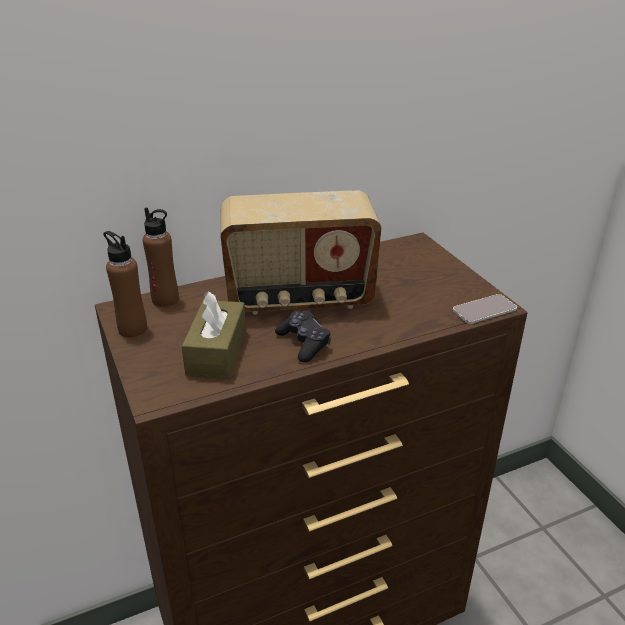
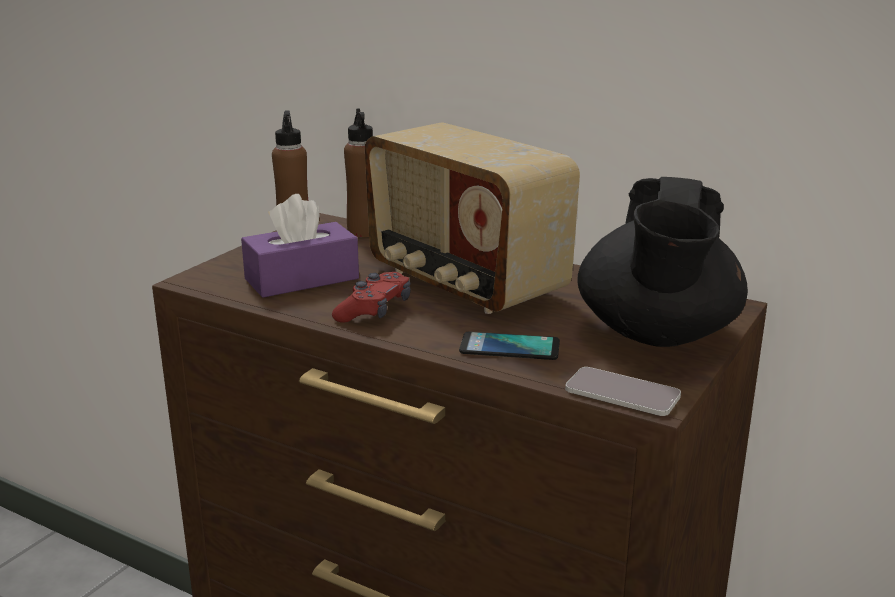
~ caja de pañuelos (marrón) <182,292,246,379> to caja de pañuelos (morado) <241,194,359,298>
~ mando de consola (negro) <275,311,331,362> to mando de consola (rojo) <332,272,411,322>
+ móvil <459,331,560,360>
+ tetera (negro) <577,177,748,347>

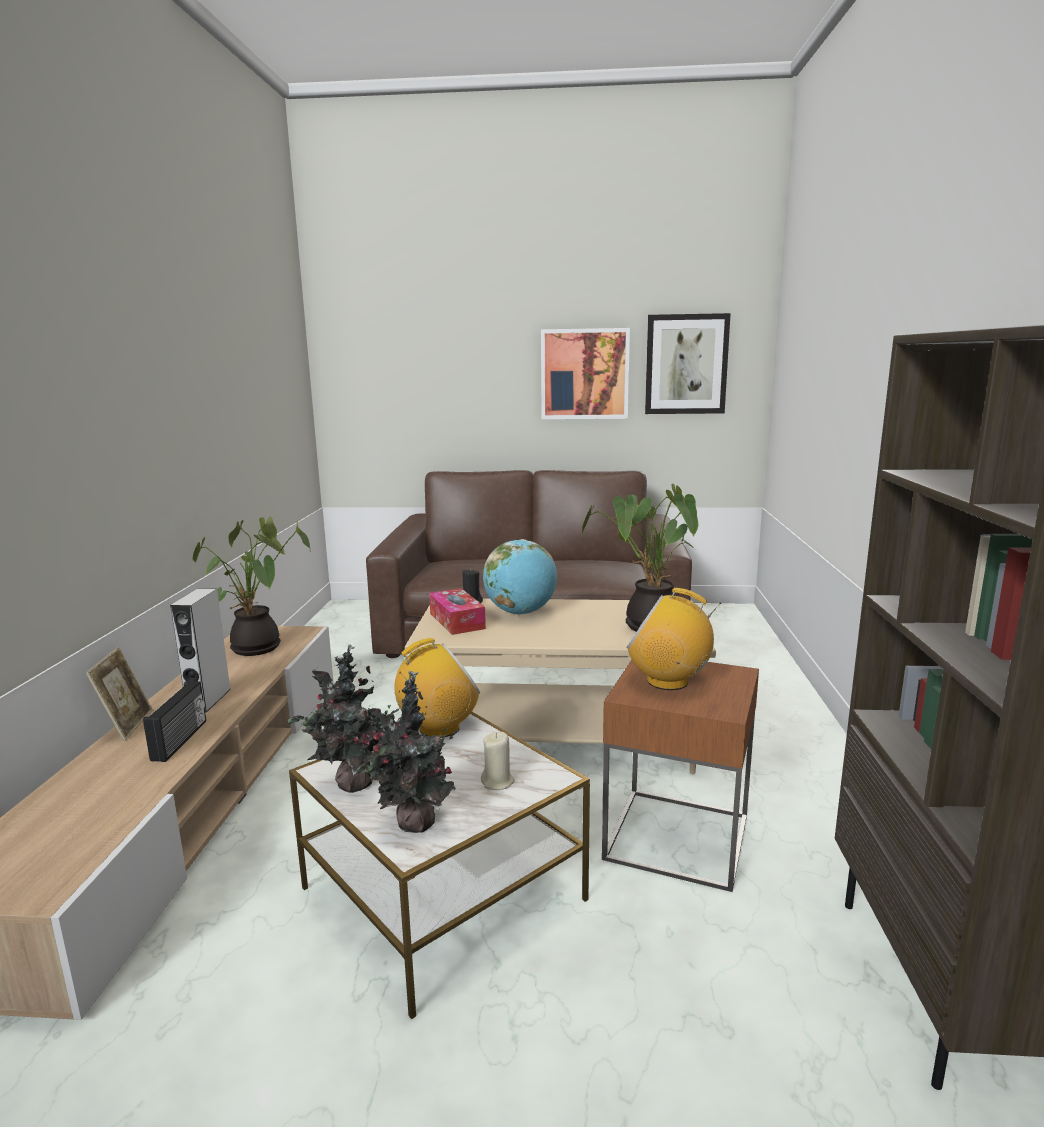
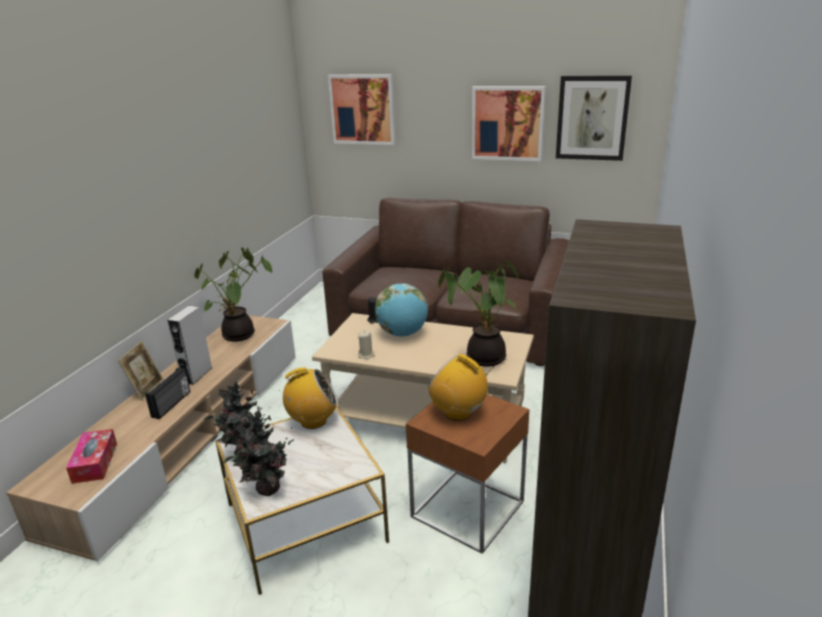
~ caja de pañuelos <429,588,486,635> to <66,429,117,484>
+ cuadro <328,74,396,145>
~ vela (beis) <481,732,515,790> to <358,330,375,359>

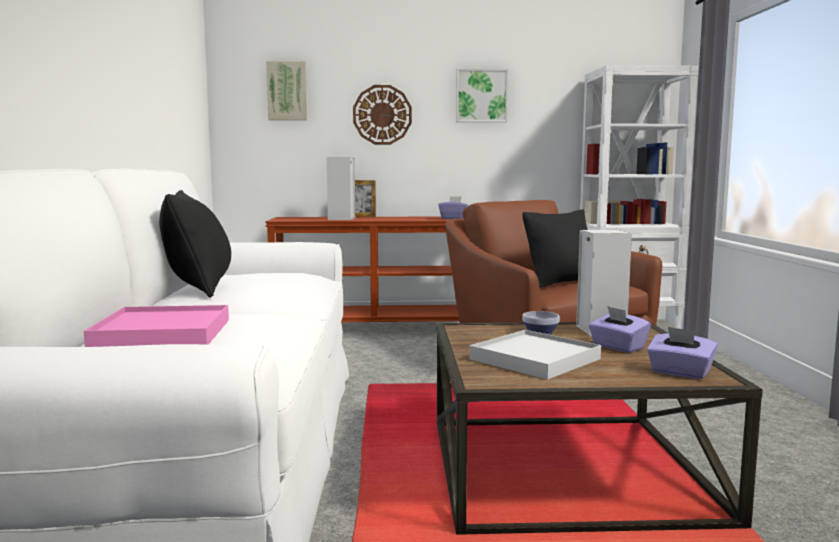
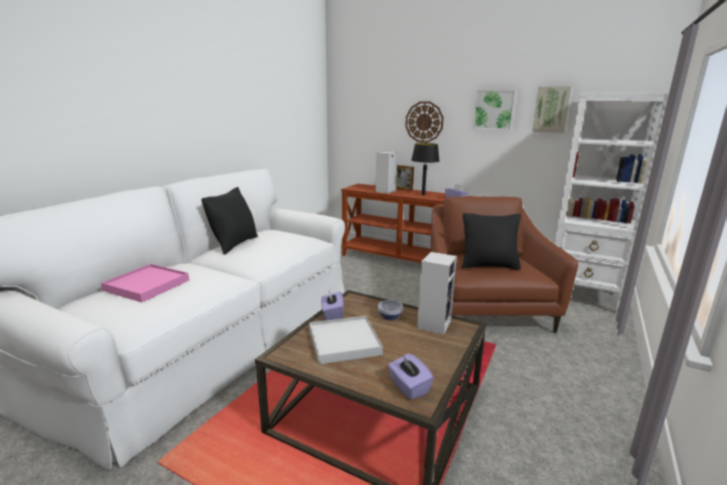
~ caja de pañuelos (morado) <589,306,651,353> to <321,290,344,320>
+ lámpara de mesa (negro) <411,143,440,195>
~ cuadro <266,61,307,120> to <532,86,572,133>

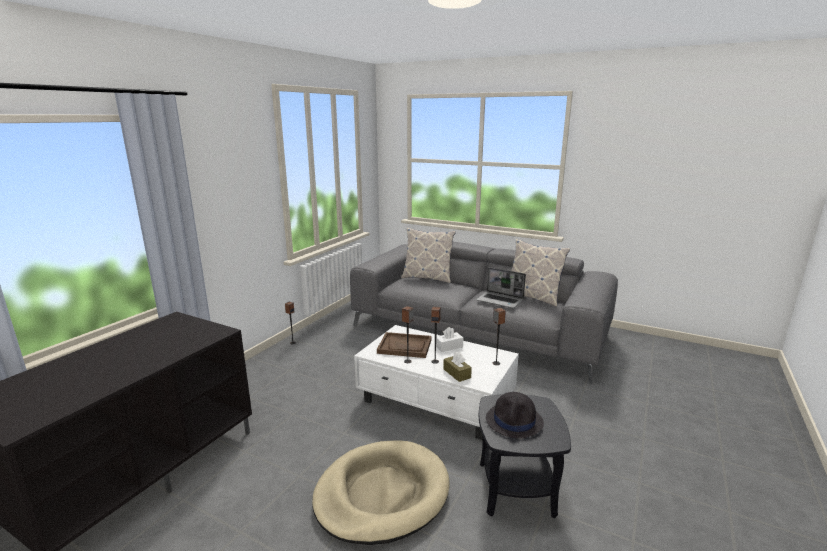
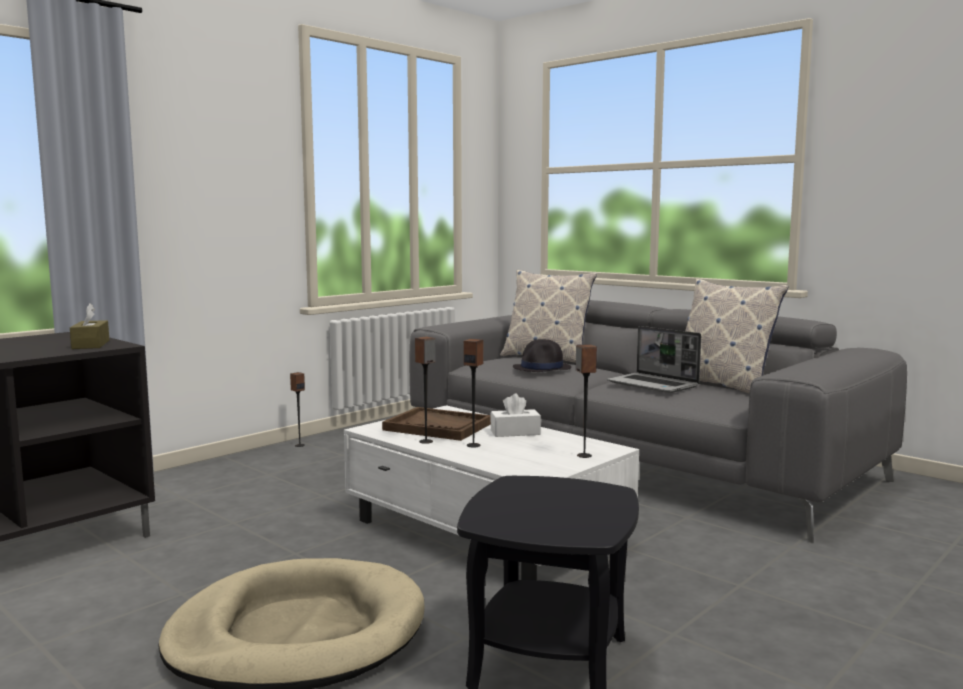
~ caja de pañuelos (marrón) <443,352,472,382> to <70,303,109,349>
~ sombrero (negro) <486,392,544,438> to <513,339,571,372>

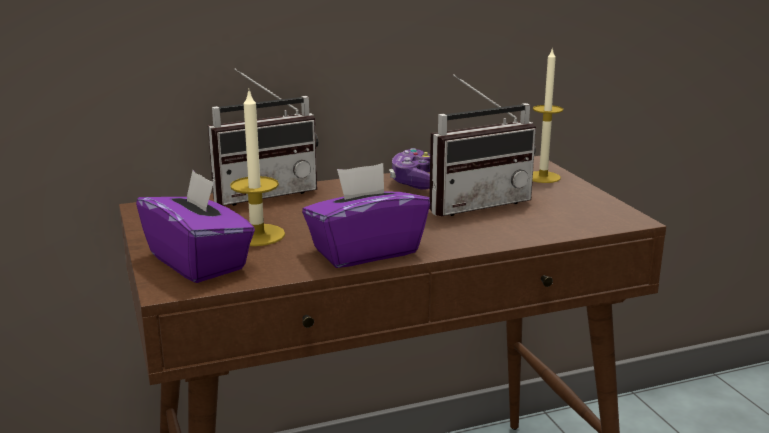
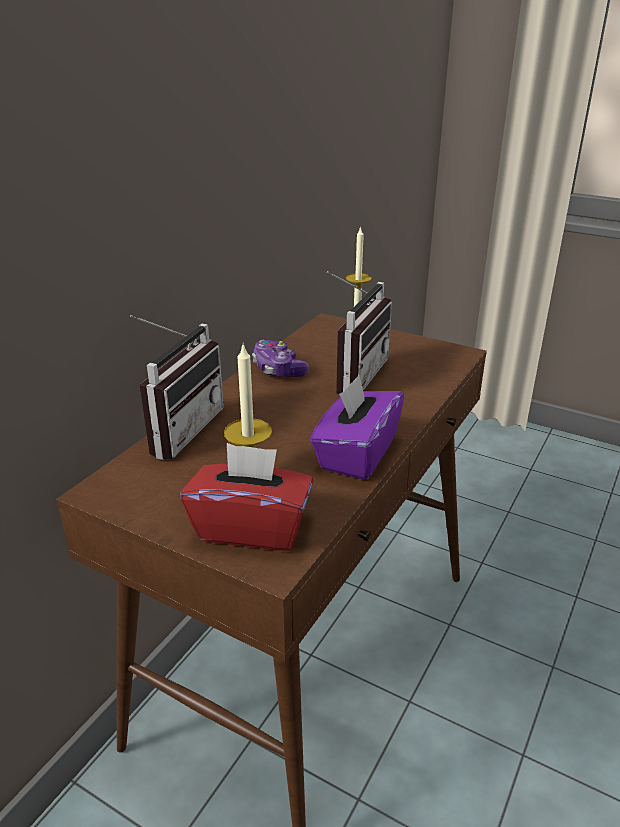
~ caja de pañuelos (morado) <136,170,255,283> to caja de pañuelos (rojo) <180,443,314,551>

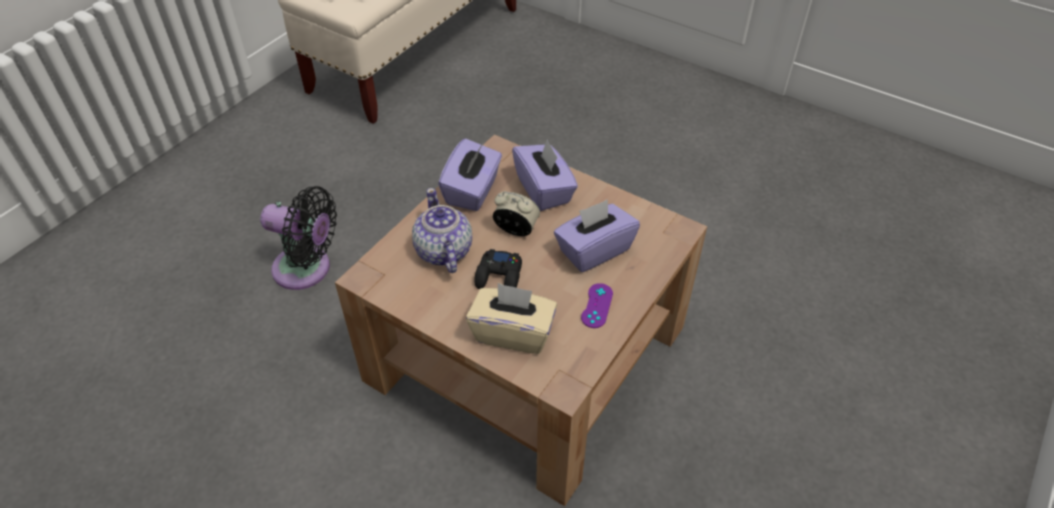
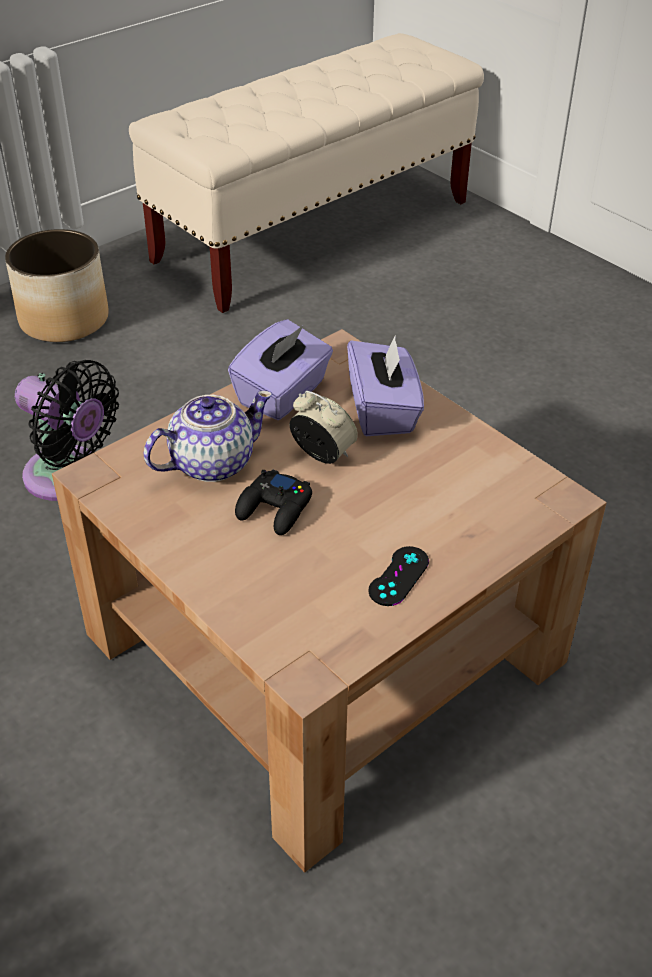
+ maceta <5,229,108,342>
~ tetera <412,188,472,273> = <144,390,272,482> 60 degrees clockwise
~ mando de consola (morado) <581,283,613,328> to mando de consola (negro) <369,546,429,606>
- caja de pañuelos (beis) <466,283,557,354>
- caja de pañuelos (morado) <554,199,640,272>

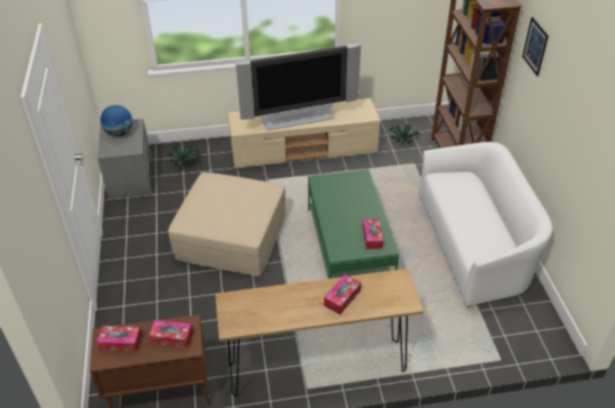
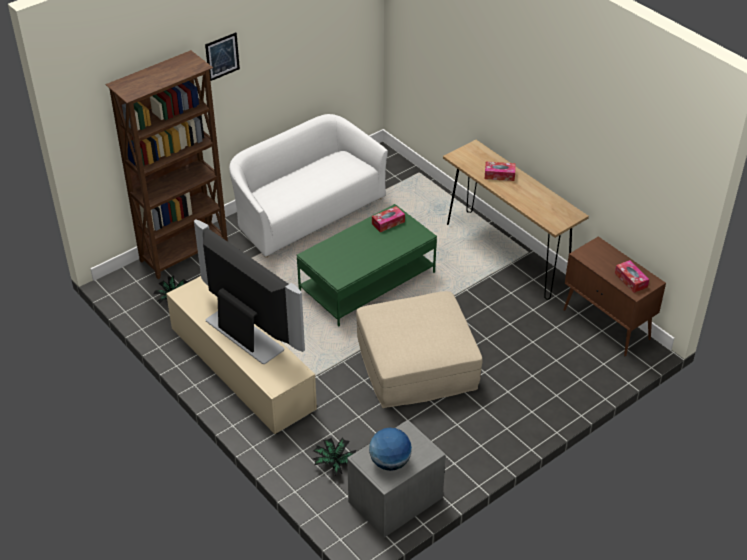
- caja de pañuelos <149,320,193,348>

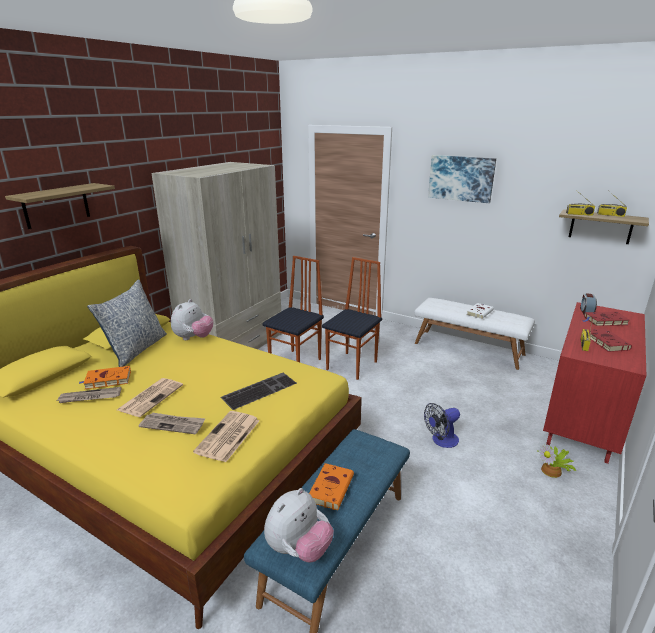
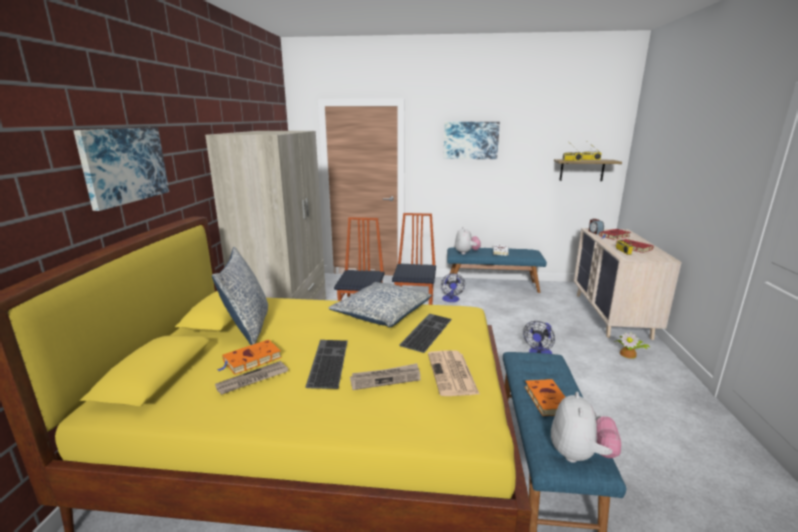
~ estante <5,183,115,229> to cuadro <73,127,169,211>
~ periódico <117,378,183,417> to teclado <305,340,348,389>
+ cojín <328,282,432,328>
+ ventilador <441,273,465,302>
~ banco (blanco) <414,298,535,370> to banco (azul) <447,247,547,293>
~ peluche <171,299,214,340> to <455,227,481,254>
~ cómoda (rojo) <543,302,646,463> to cómoda (beis) <573,228,682,340>

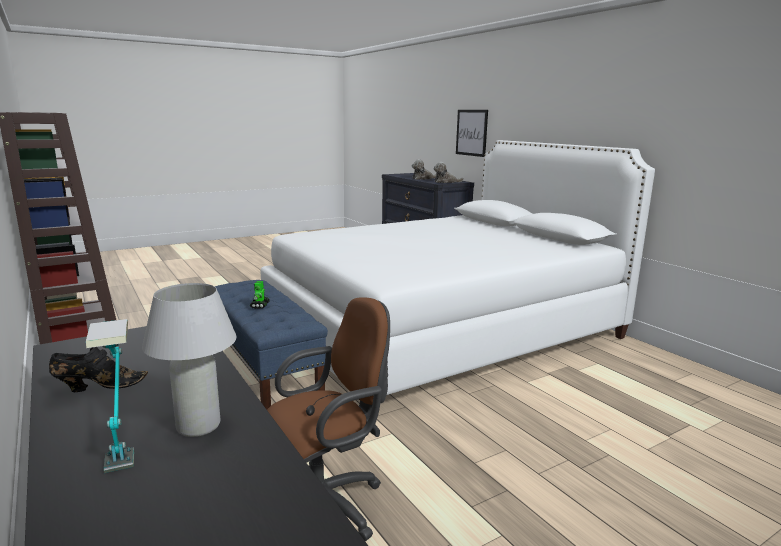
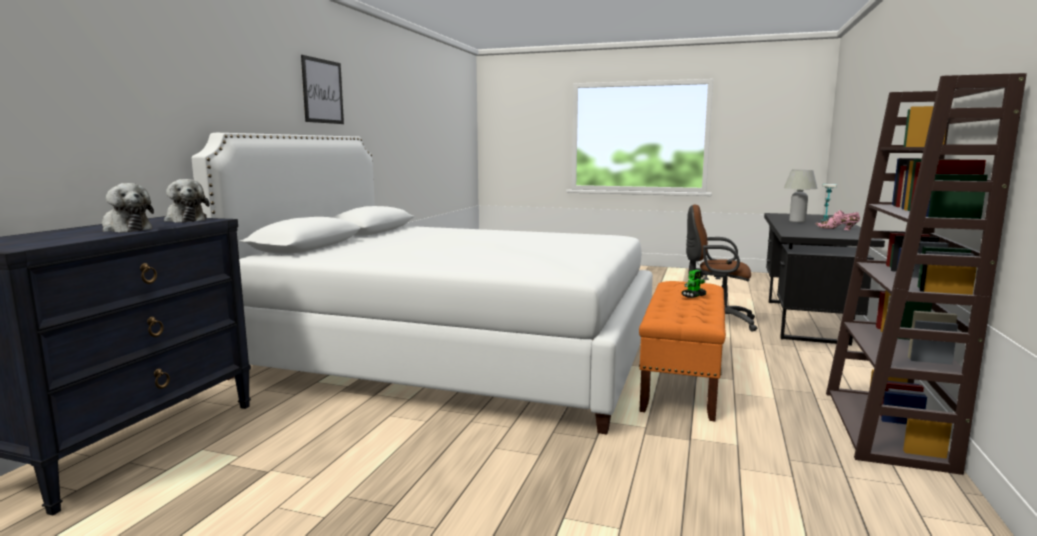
~ cuadro <456,110,488,157> to <301,55,344,124>
~ banco (azul) <215,280,328,409> to banco (naranja) <639,281,726,422>
~ zapato (negro) <49,347,148,392> to zapato (rosa) <815,210,860,230>

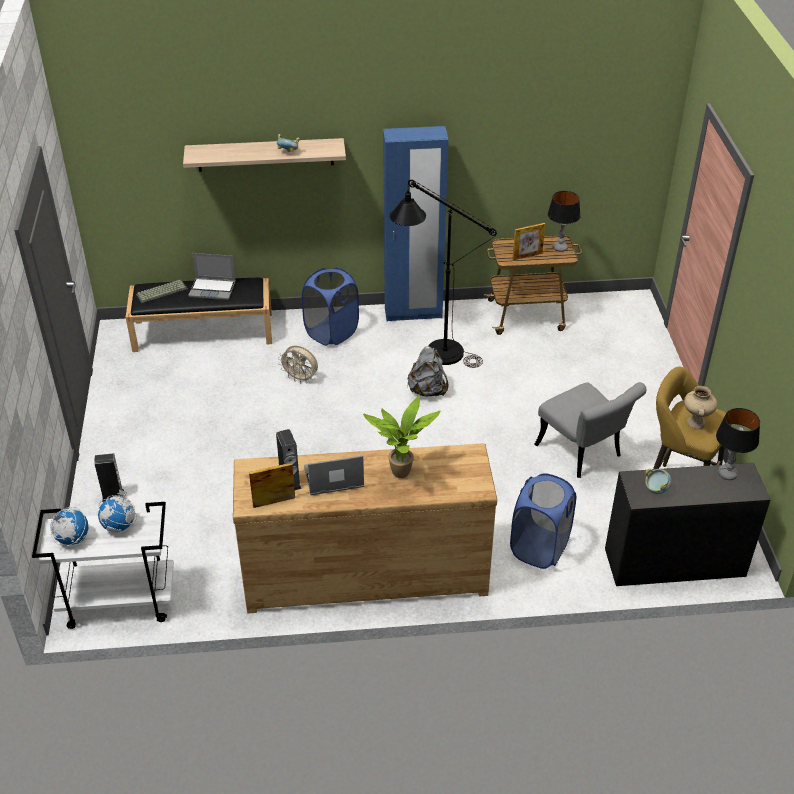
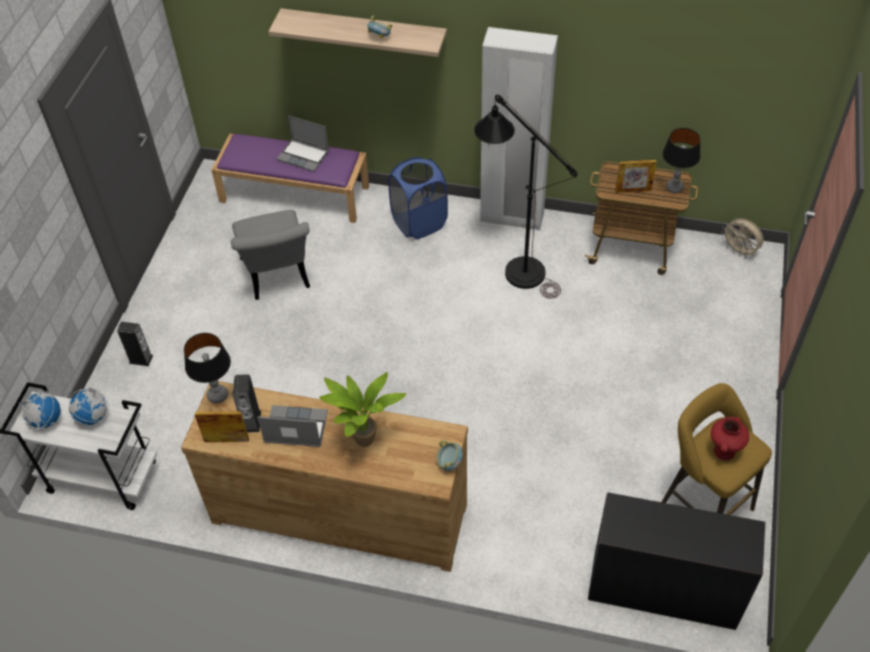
~ lámpara de mesa <716,408,760,480> to <184,333,231,403>
~ banco (negro) <125,277,272,352> to banco (morado) <211,134,369,223>
~ silla (gris) <534,382,646,478> to <231,210,310,300>
~ cuenco <645,469,671,494> to <437,440,463,471>
~ armario ropero (azul) <383,126,448,321> to armario ropero (blanco) <480,27,558,231>
~ florero (beis) <684,386,717,429> to florero (rojo) <711,417,749,461>
~ ventilador (beis) <278,346,318,383> to <721,218,764,258>
- teclado <136,280,188,304>
- mochila (gris) <407,346,449,397>
- cesto de la ropa (azul) <510,473,576,569>

